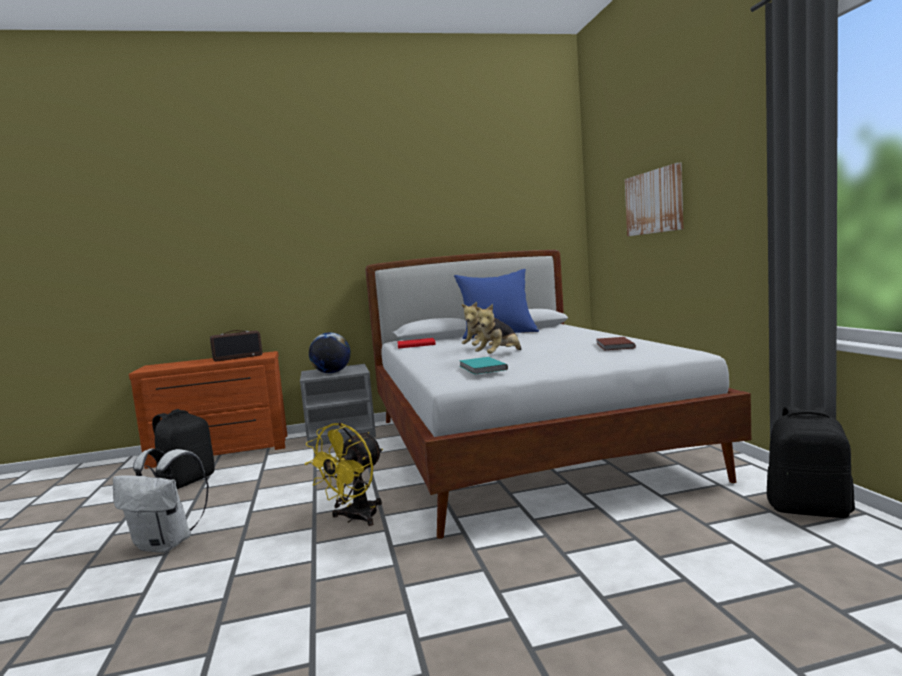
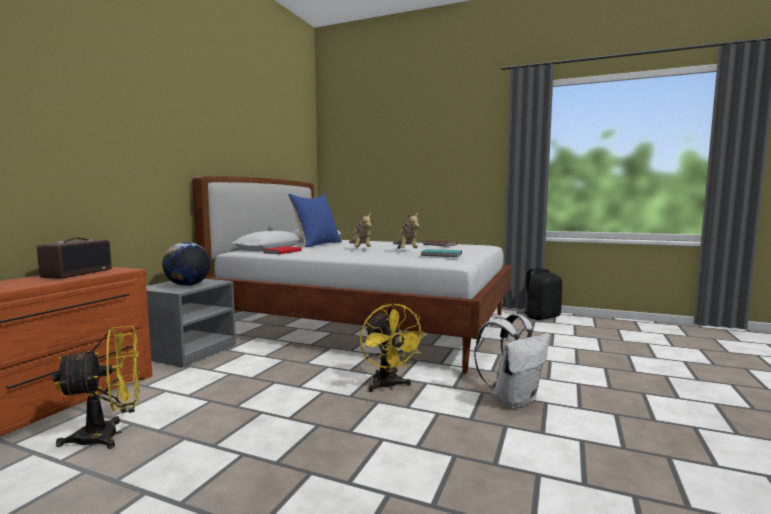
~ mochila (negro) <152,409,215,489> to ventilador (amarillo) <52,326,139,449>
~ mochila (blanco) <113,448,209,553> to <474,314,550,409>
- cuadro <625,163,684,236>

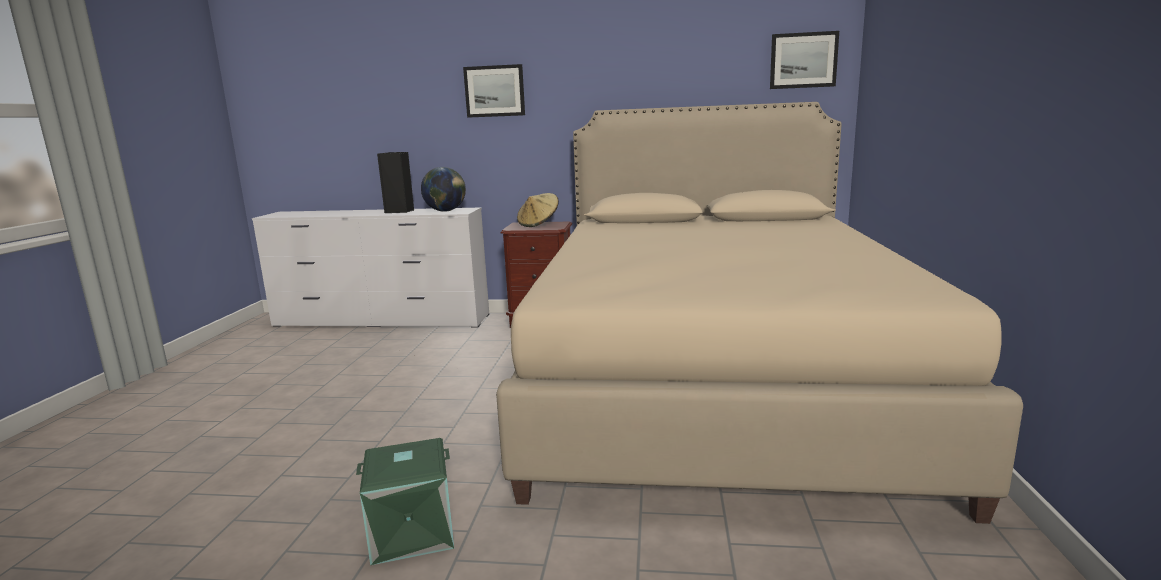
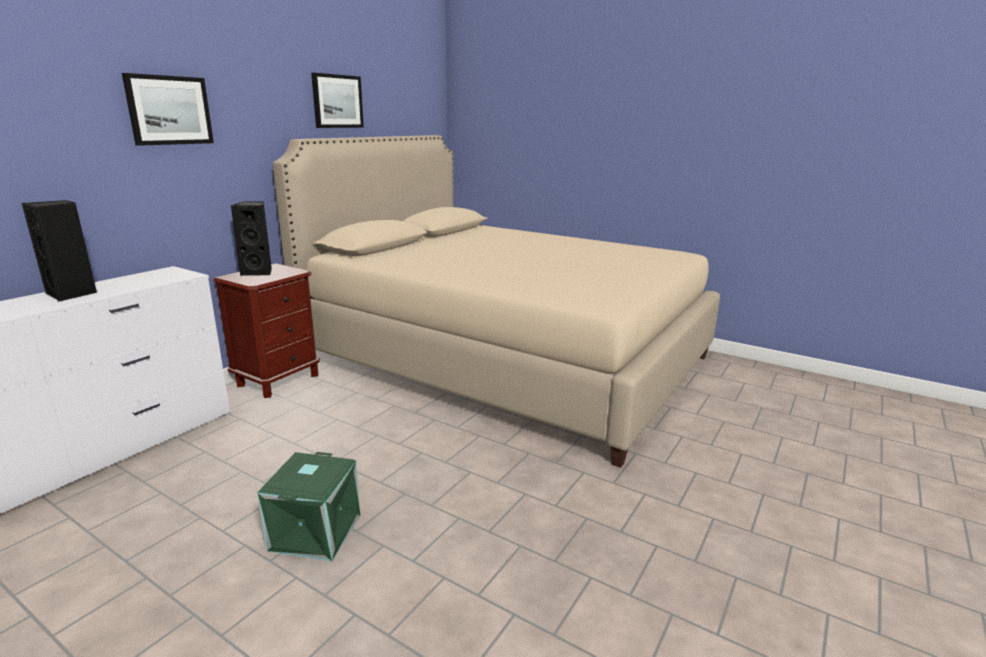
~ sombrero (beis) <517,193,559,227> to altavoz (negro) <231,201,272,276>
~ caja de almacenaje (verde) <356,438,454,566> to <257,452,361,561>
~ cuadro <770,31,839,89> to <311,73,364,128>
- globo terráqueo <421,167,466,212>

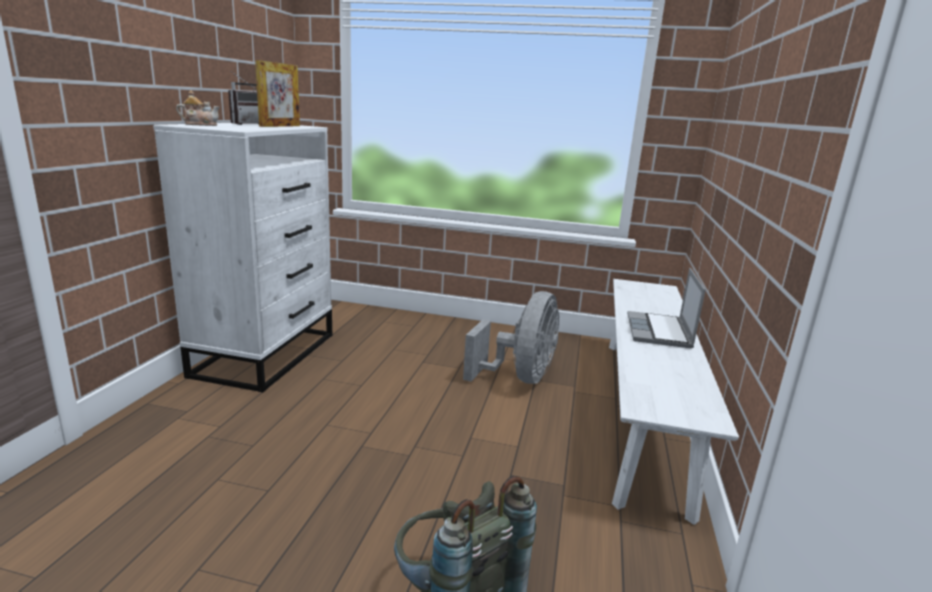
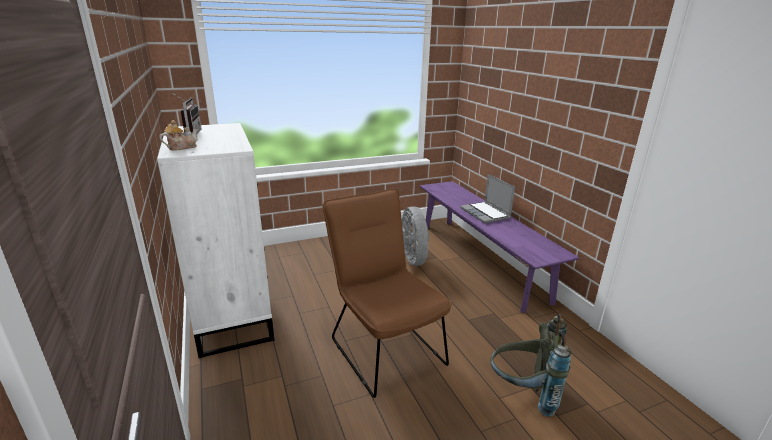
+ silla (marrón) <322,189,452,398>
~ banco (blanco) <609,279,739,525> to banco (morado) <420,181,579,313>
- portarretratos <255,60,300,127>

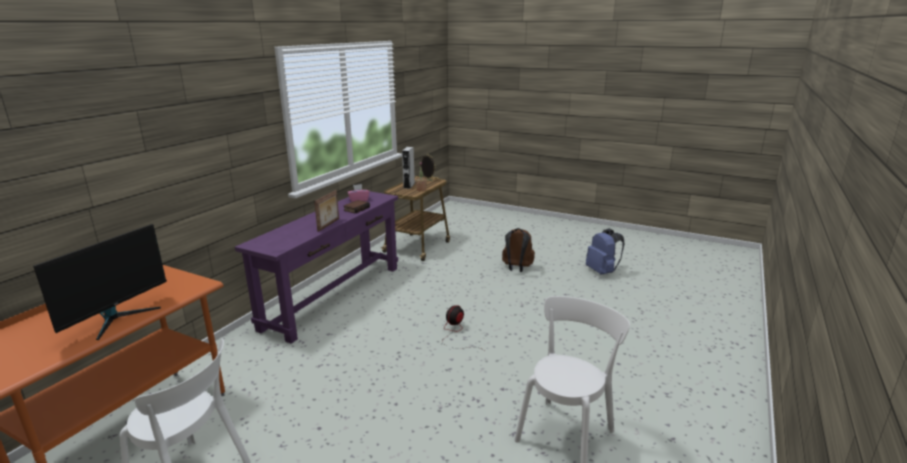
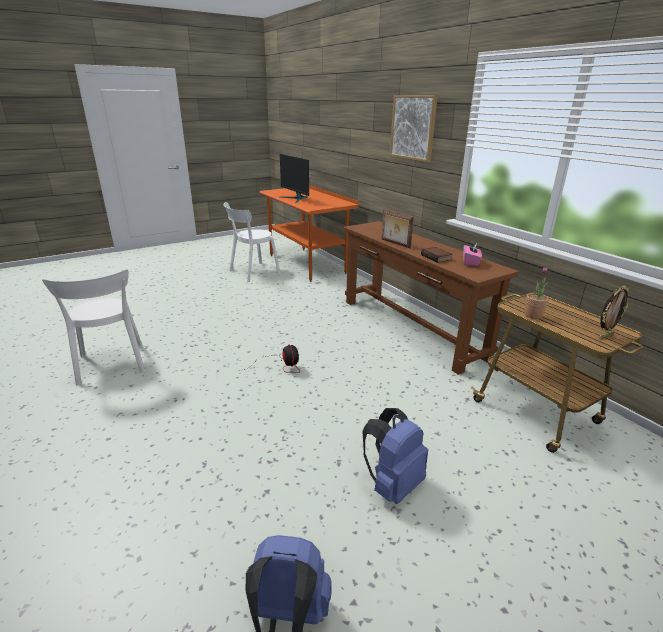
~ mesa consola (morado) <235,191,398,344> to mesa consola (marrón) <344,221,519,375>
~ mochila (marrón) <502,228,535,272> to mochila (azul) <363,408,428,504>
+ cuadro <390,95,438,162>
- altavoz (gris) <402,147,415,189>

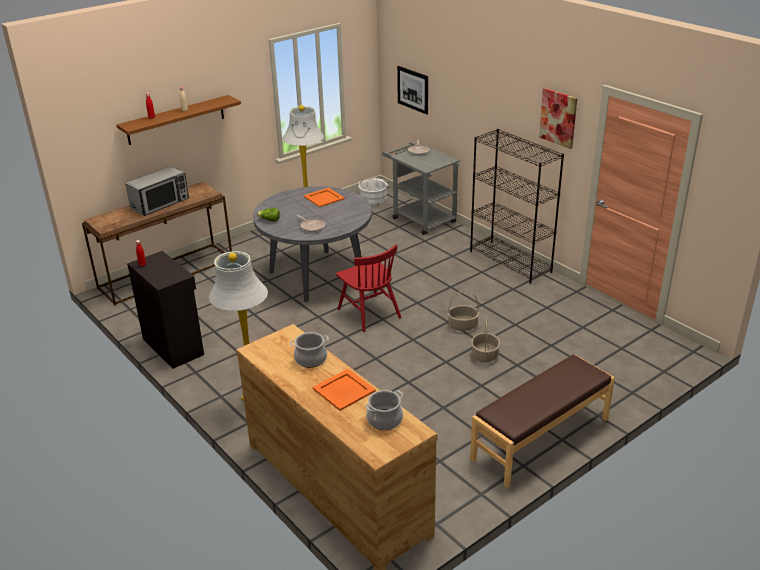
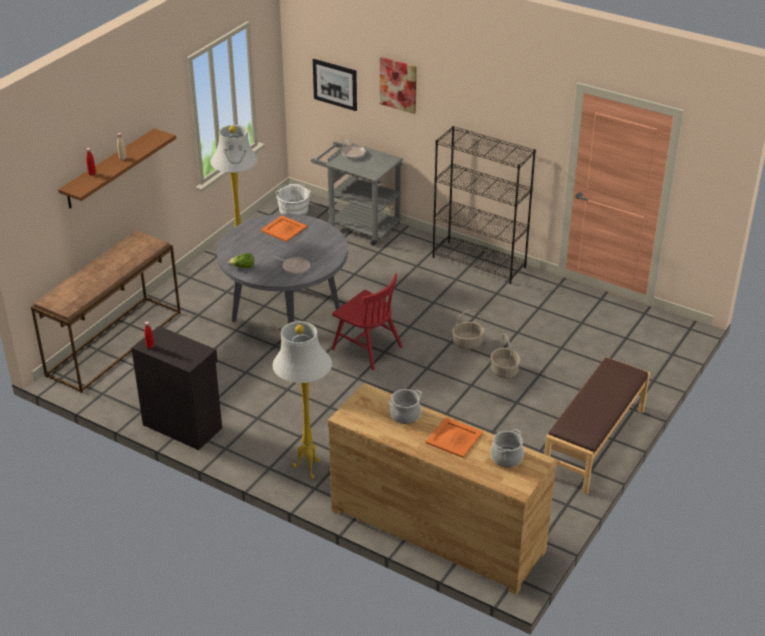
~ cuadro <539,88,577,149> to <380,57,417,114>
- microondas <125,166,189,216>

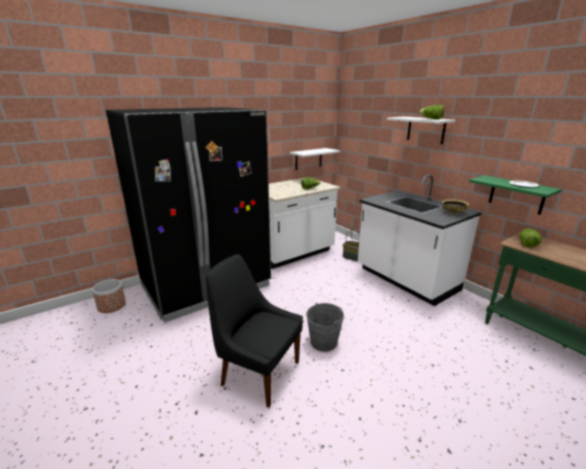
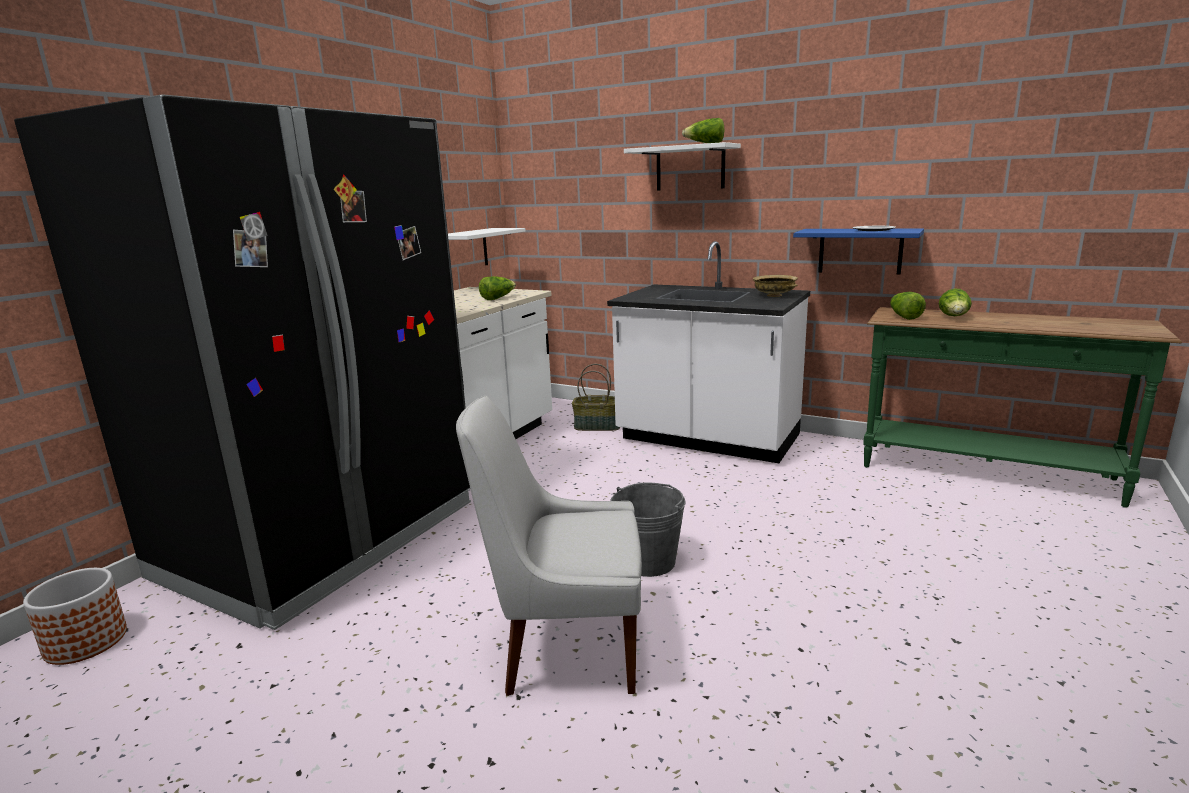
~ silla (negro) <206,254,303,407> to silla (blanco) <456,395,642,696>
~ estante (verde) <469,175,562,215> to estante (azul) <793,229,924,275>
+ lechuga <939,289,972,316>

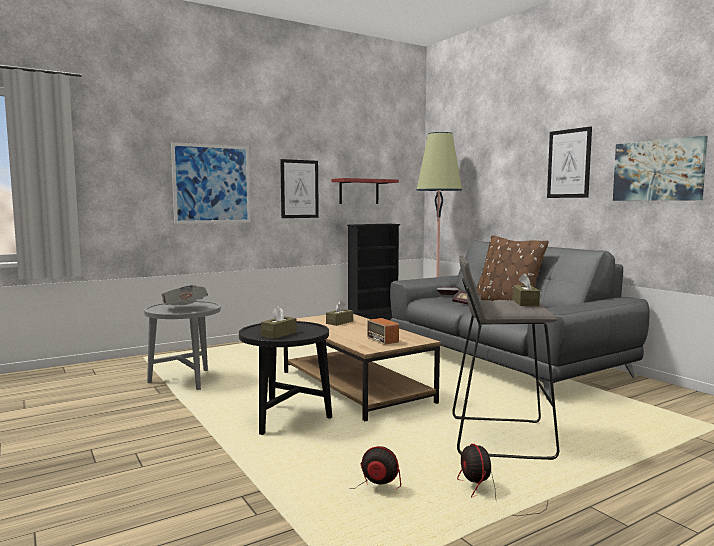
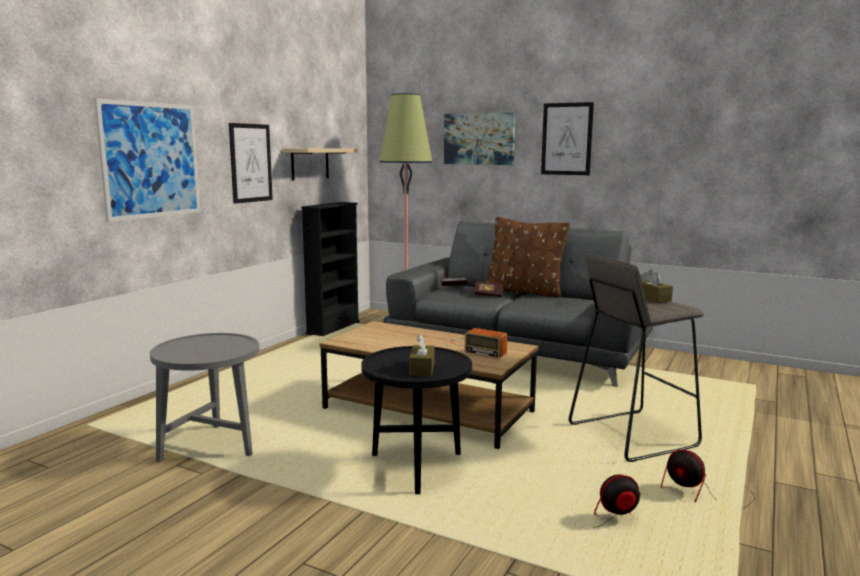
~ estante (rojo) <332,178,399,204> to estante (beis) <283,148,357,181>
~ cuadro <613,136,708,201> to <444,112,515,165>
- periódico <162,285,208,305>
- caja de pañuelos (marrón) <326,301,353,326>

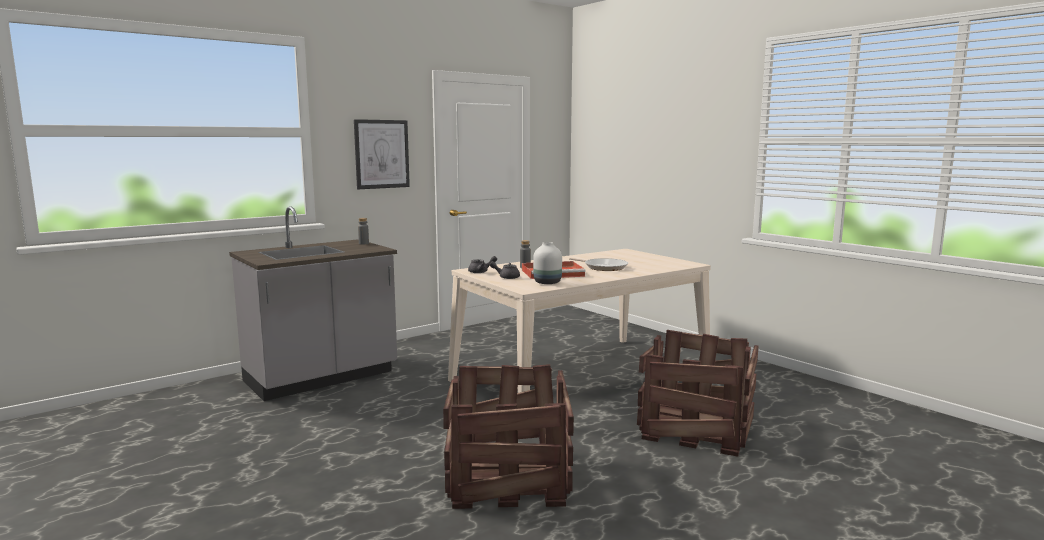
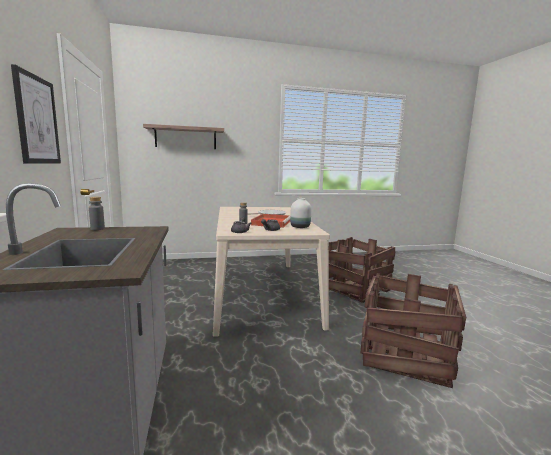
+ estante <143,124,224,149>

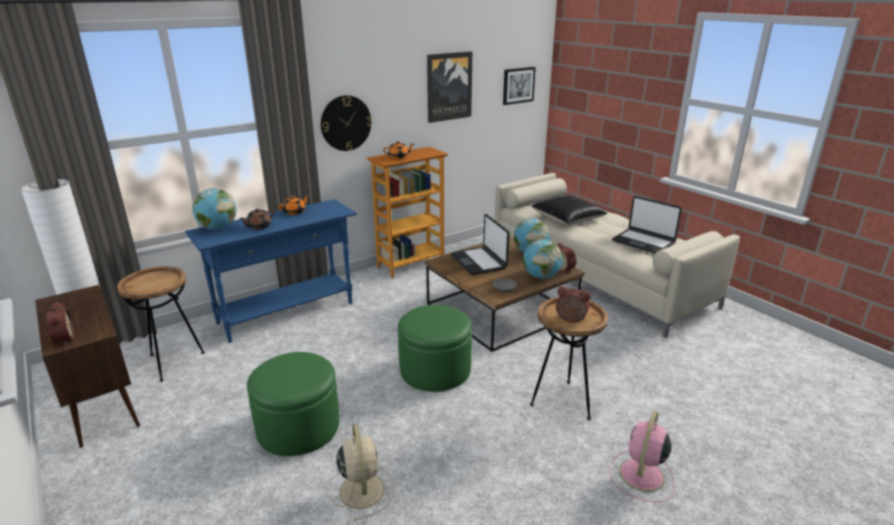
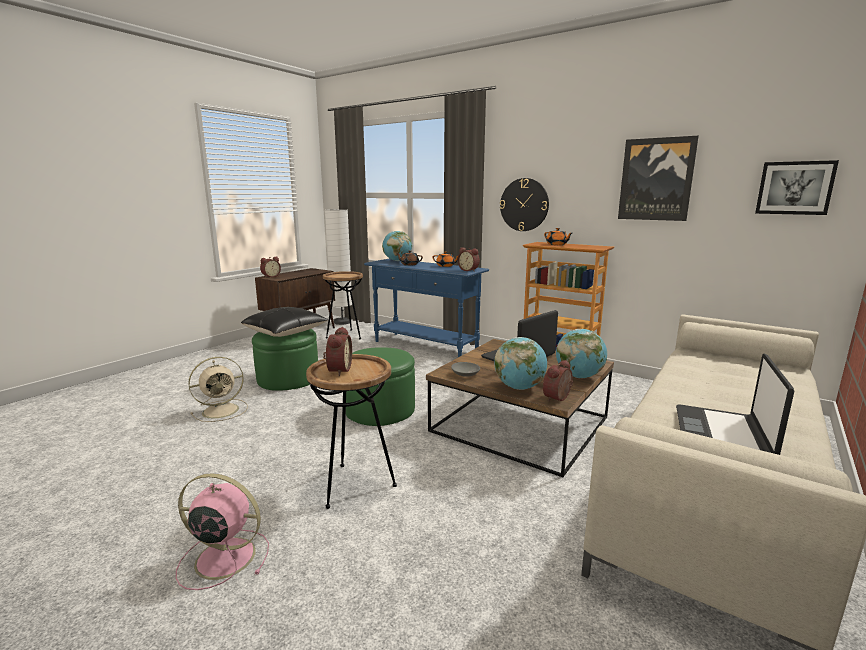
~ cojín (negro) <532,195,607,225> to <241,307,329,337>
+ despertador <458,247,480,272>

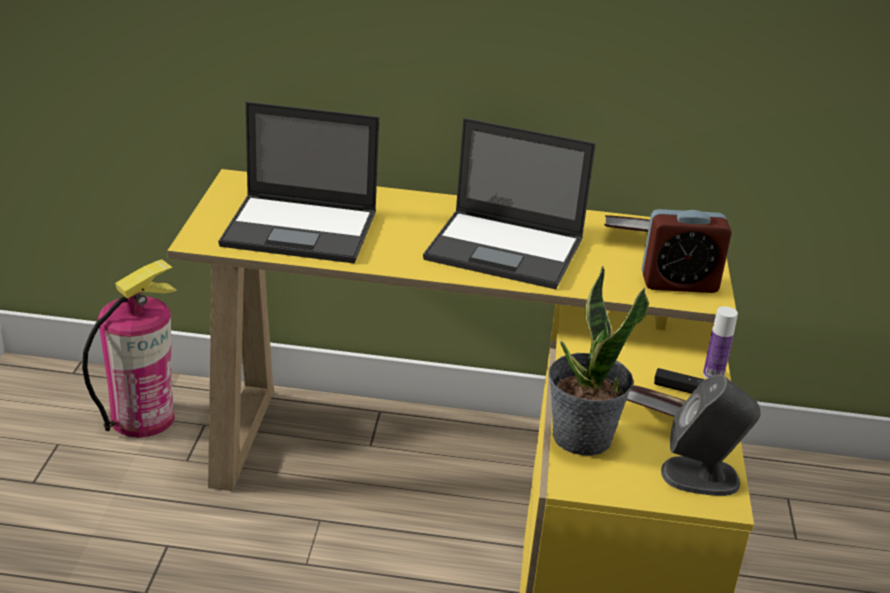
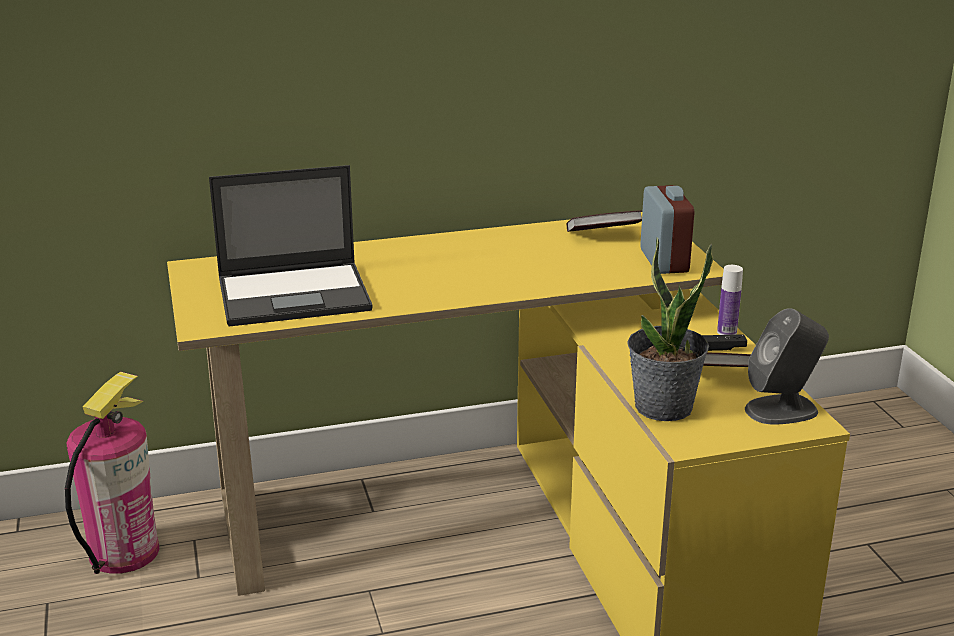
~ despertador <641,209,732,293> = <640,185,695,274> 75 degrees counterclockwise
- portátil <423,118,596,289>

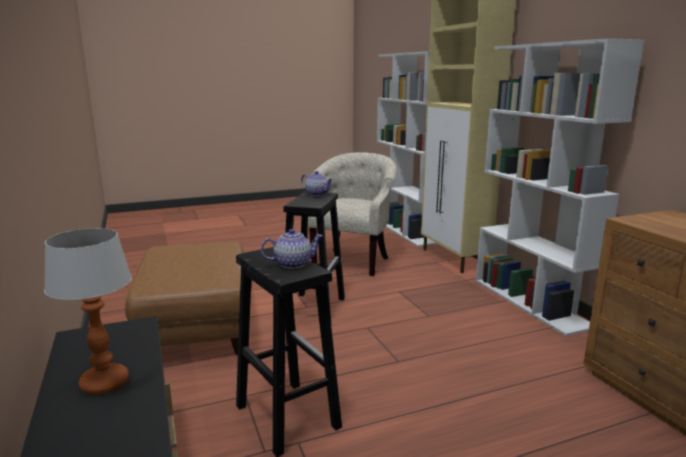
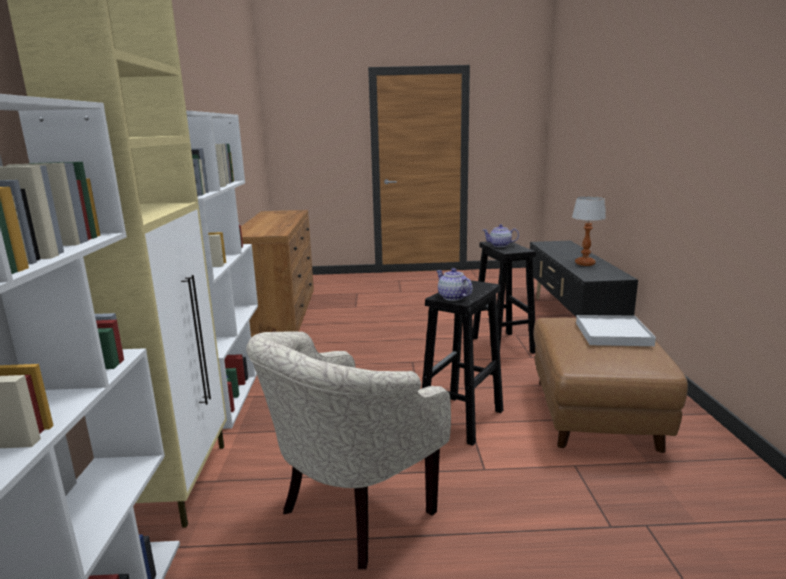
+ bandeja (blanco) <576,315,656,346>

